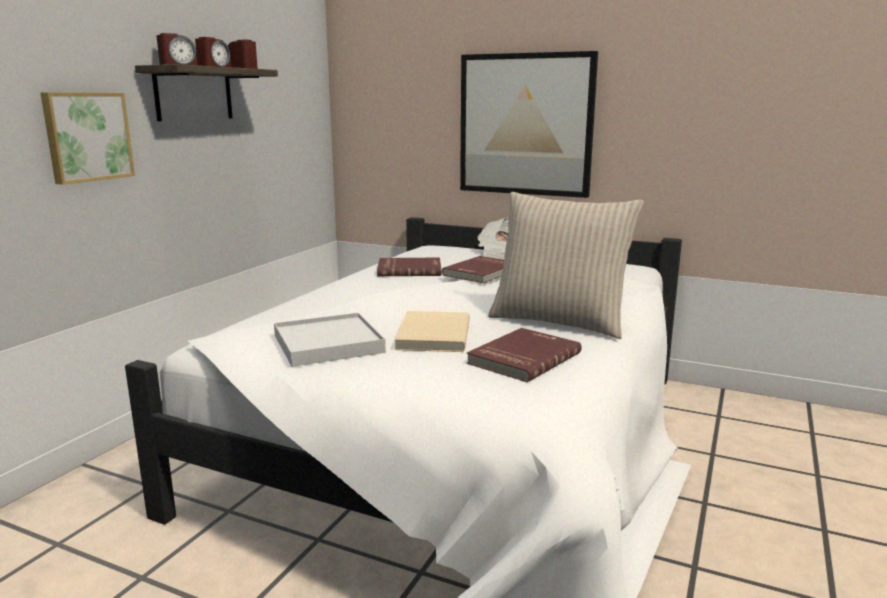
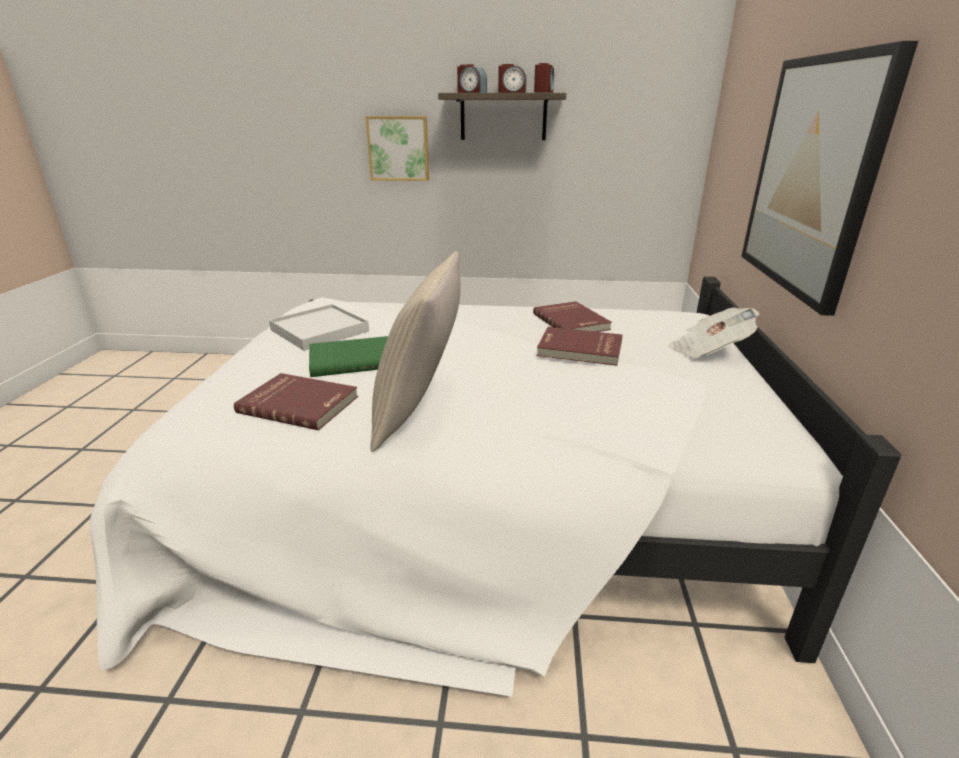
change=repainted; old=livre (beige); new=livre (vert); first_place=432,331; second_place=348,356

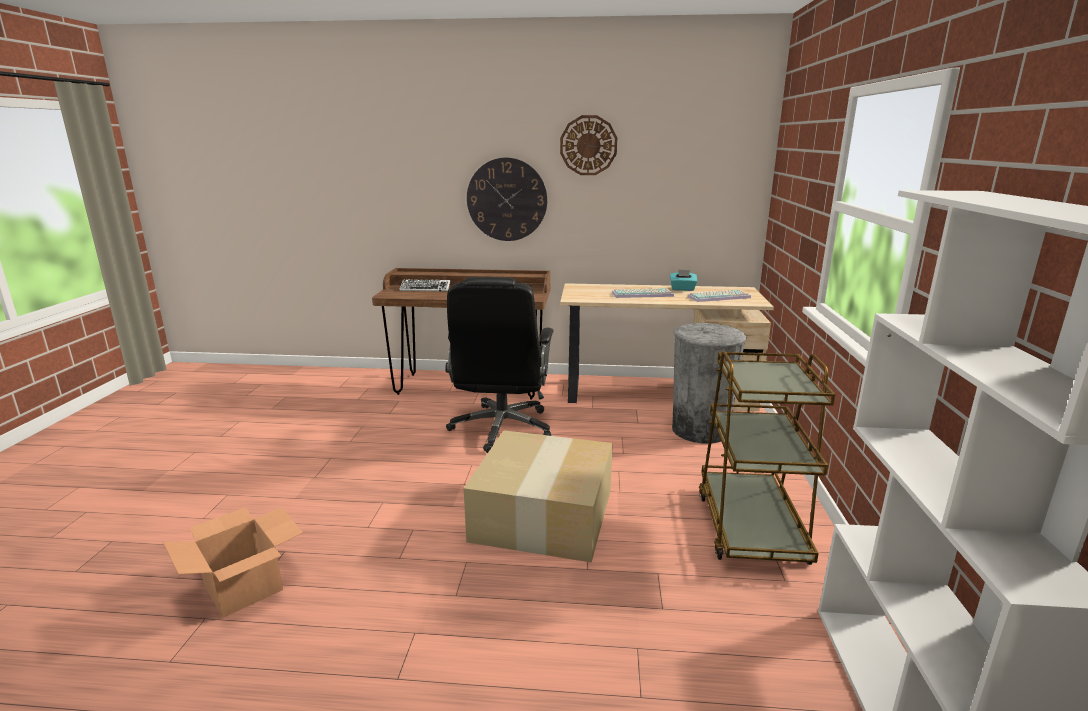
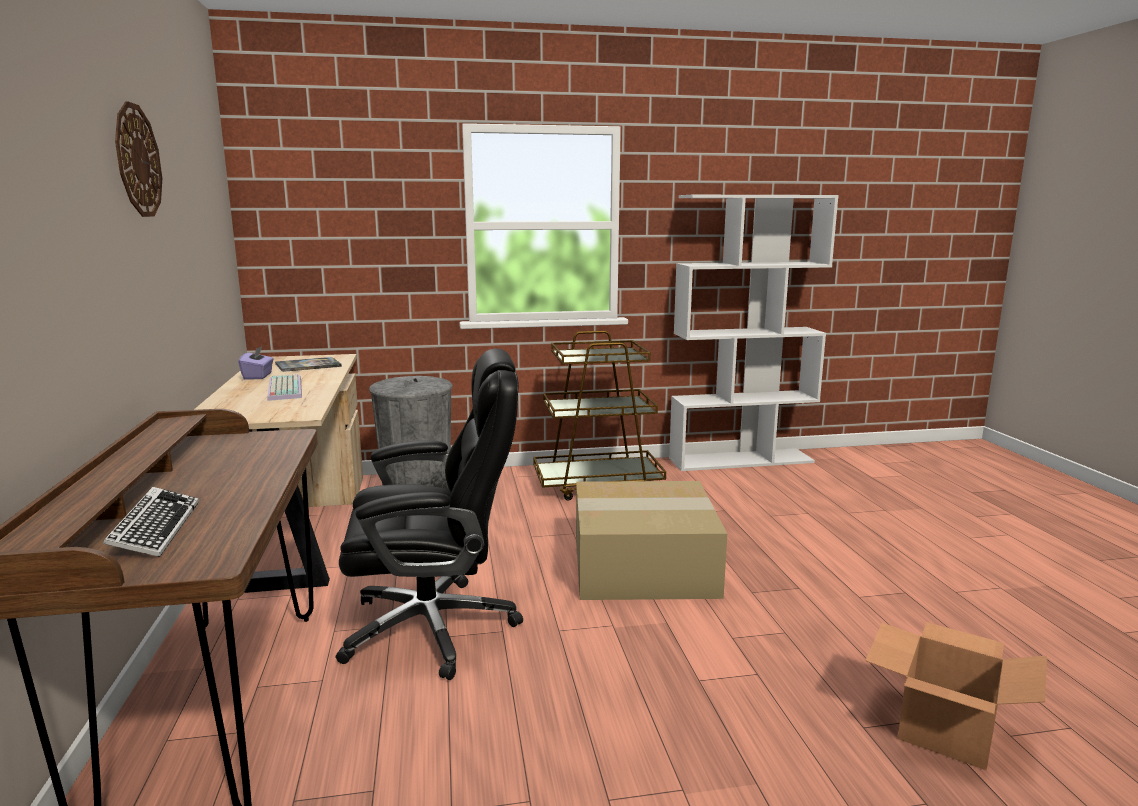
change=gone; old=horloge murale; first_place=507,199
change=swapped; old=clavier; new=livre; first_place=719,296; second_place=308,364
change=repainted; old=boîte à mouchoirs (turquoise); new=boîte à mouchoirs (violet); first_place=683,280; second_place=256,363

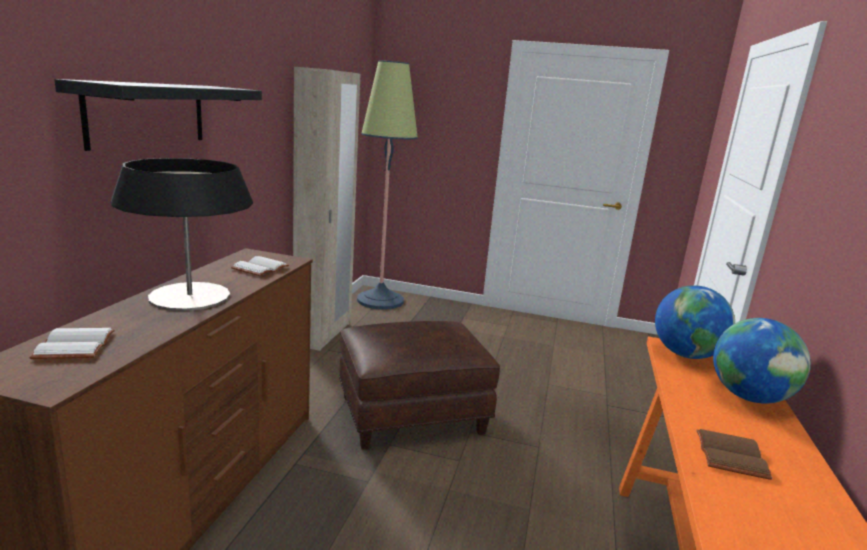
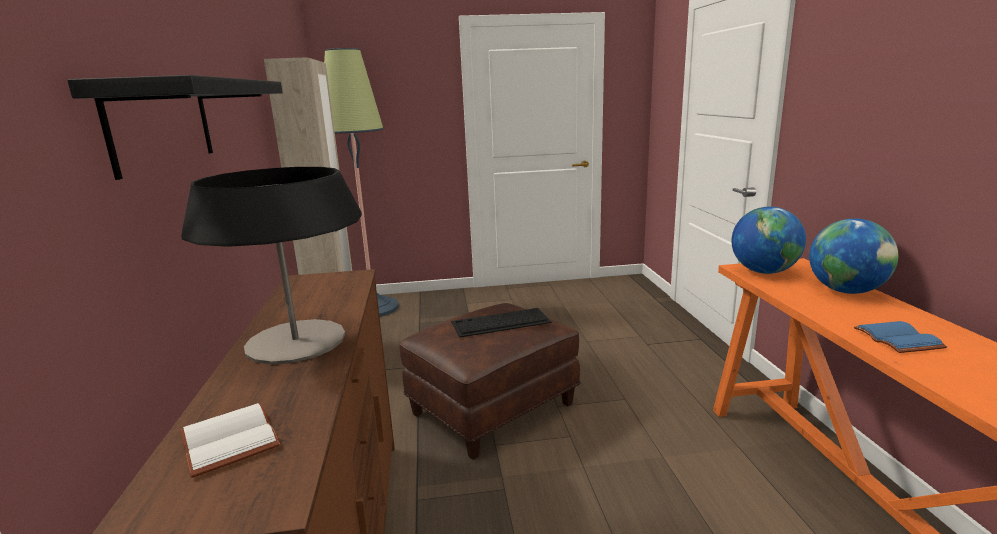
change=gone; old=livre (blanc); first_place=260,266
change=new; new=clavier; second_place=501,323
change=repainted; old=livre (marron); new=livre (bleu); first_place=734,454; second_place=900,337

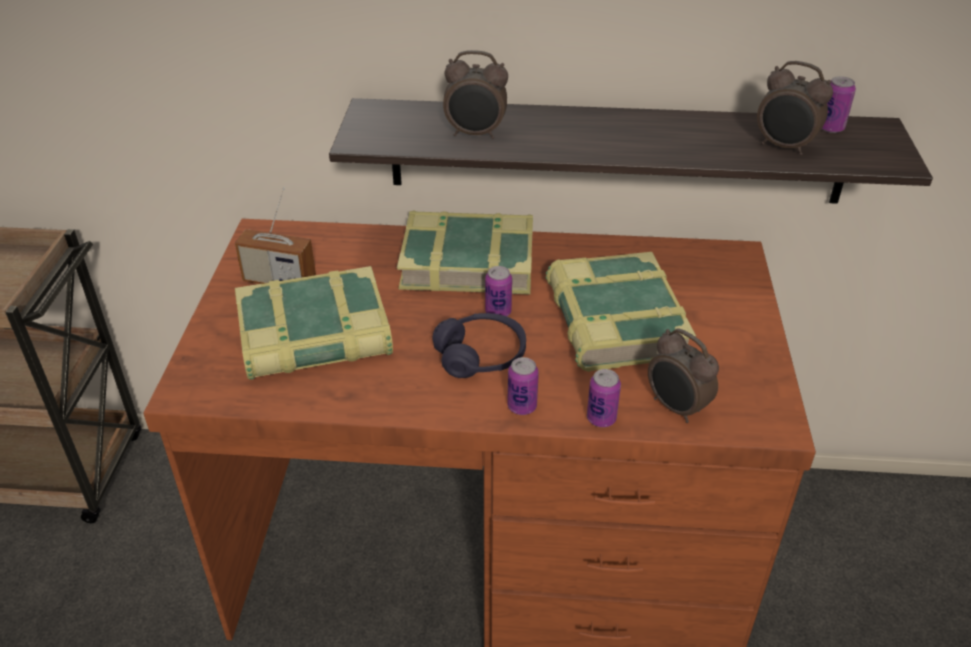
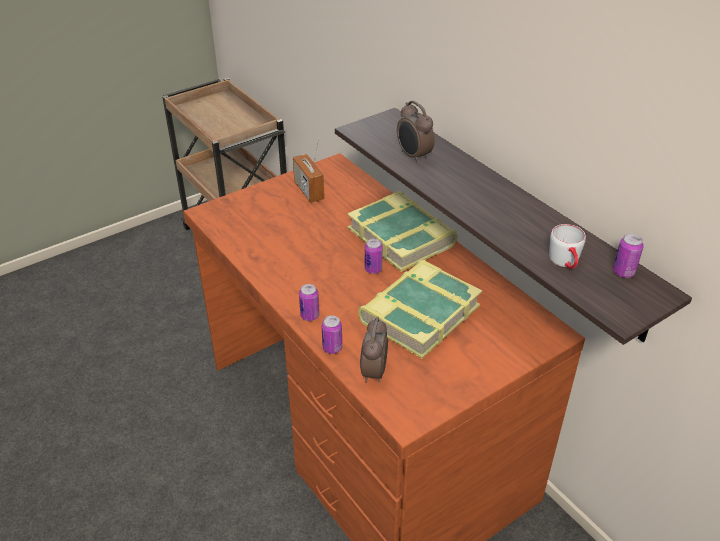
change=gone; old=livre; first_place=314,323
change=gone; old=casque audio (violet); first_place=479,345
change=swapped; old=réveil; new=mug (gris); first_place=795,108; second_place=567,246

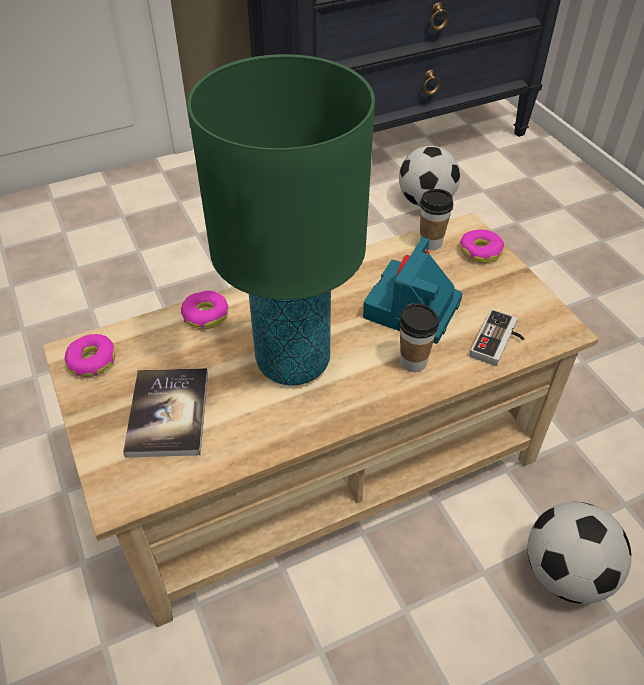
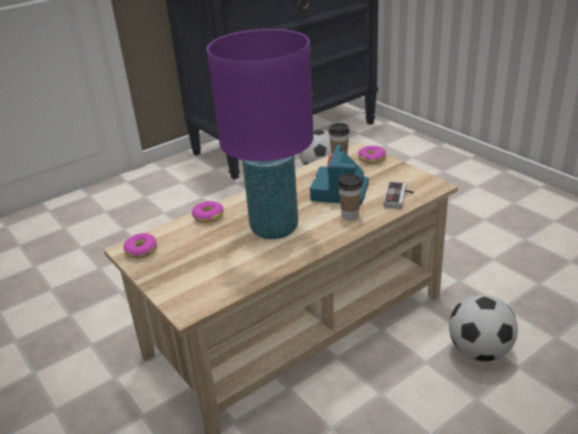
change=gone; old=livre; first_place=165,413
change=repainted; old=lampe de table (vert); new=lampe de table (violet); first_place=281,219; second_place=260,134

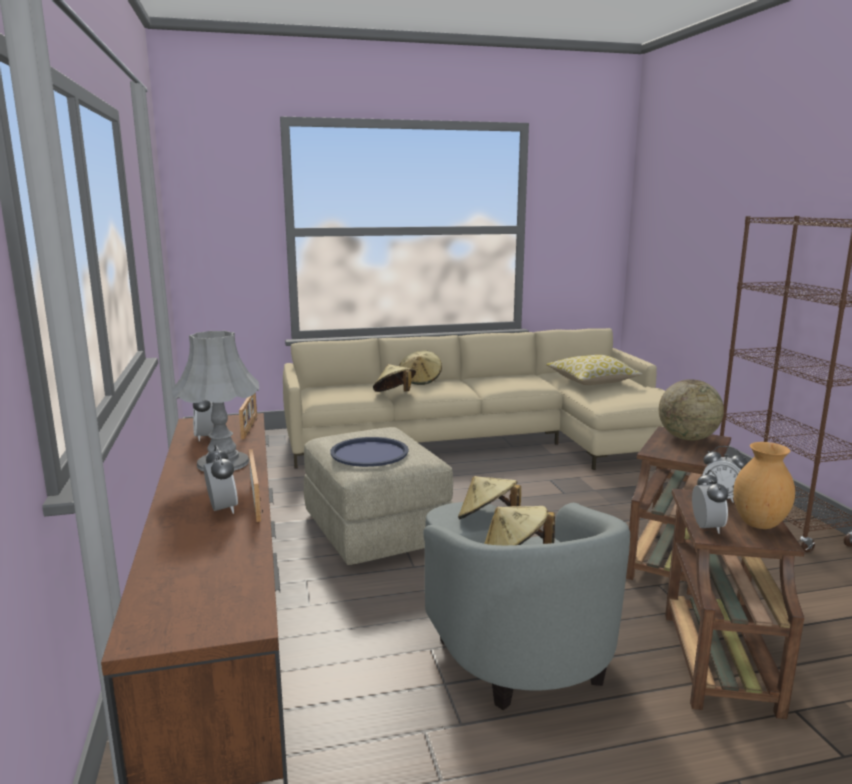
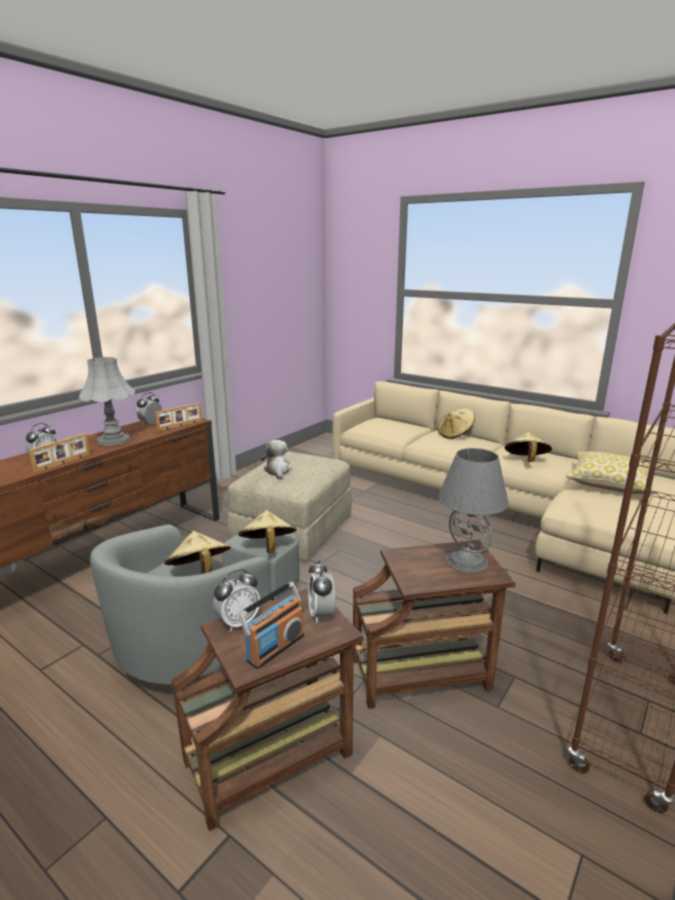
change=shifted; old=chapeau (beige); first_place=394,378; second_place=528,447
change=swapped; old=plateau (bleu); new=peluche; first_place=369,452; second_place=276,460
change=swapped; old=globe; new=lampe de table (gris); first_place=691,410; second_place=473,510
change=swapped; old=vase (marron); new=radio; first_place=764,485; second_place=271,625

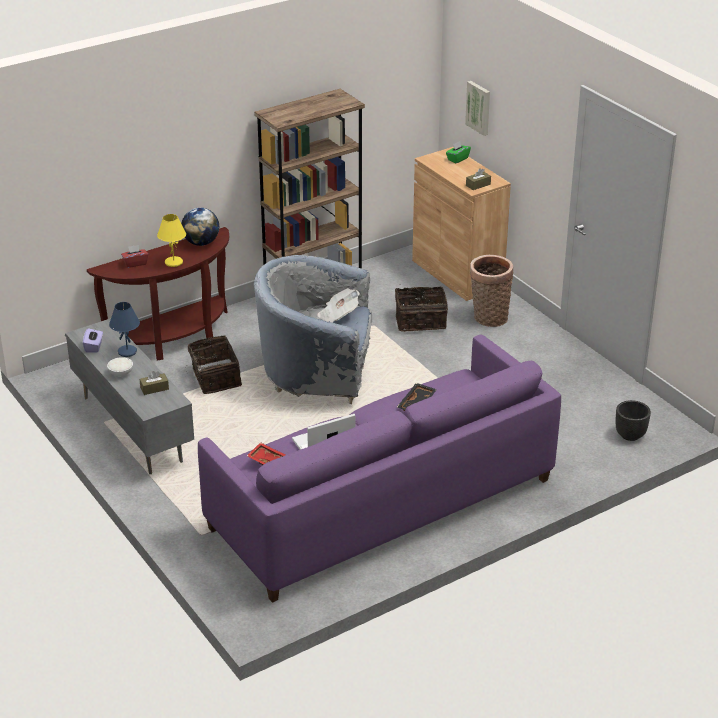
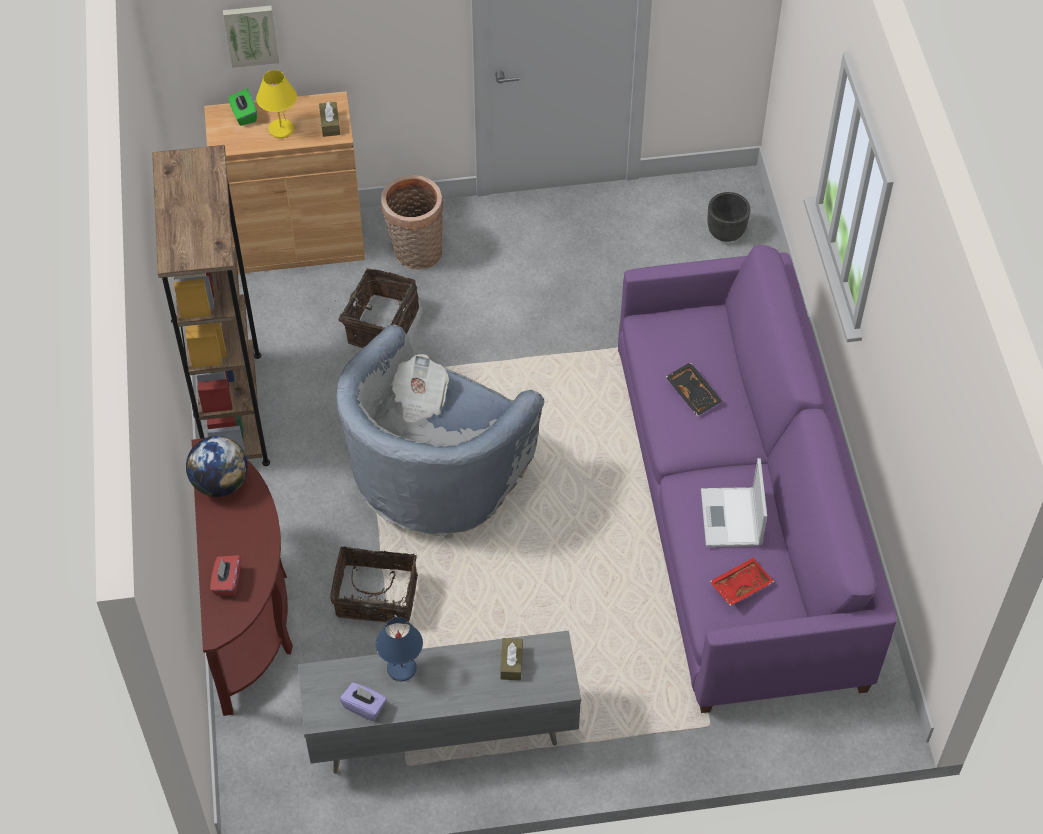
change=gone; old=bol (blanc); first_place=120,367
change=shifted; old=lampe de table (jaune); first_place=171,240; second_place=276,104

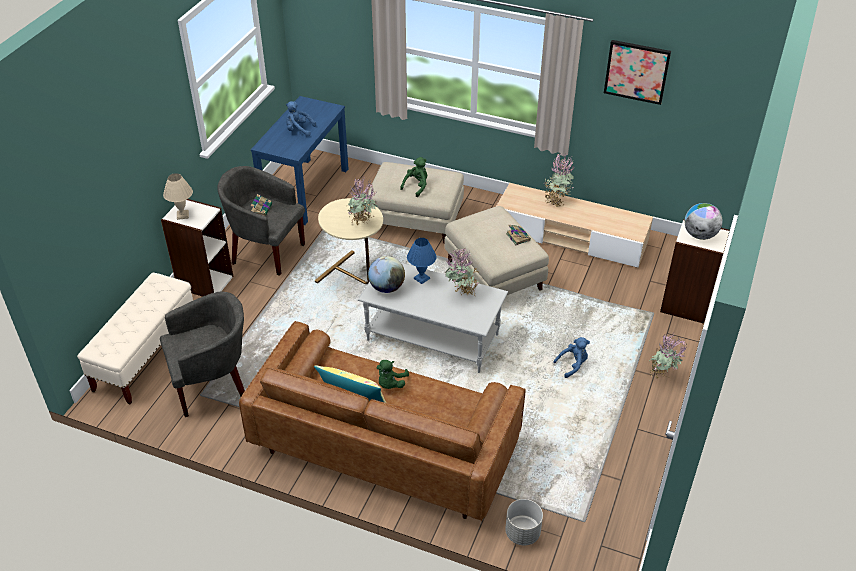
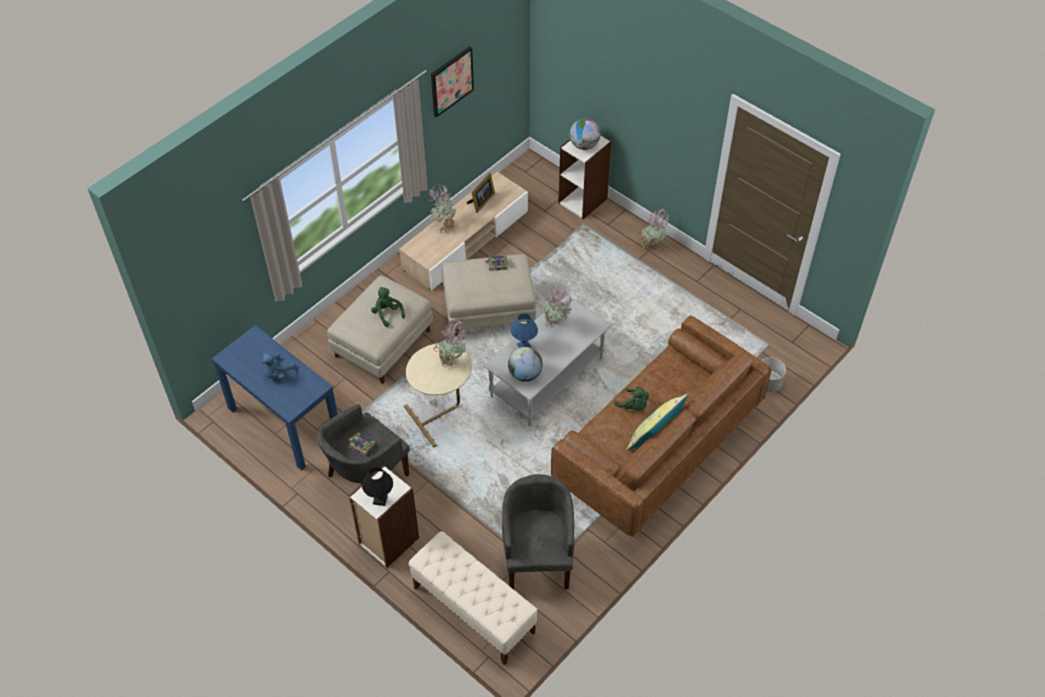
change=gone; old=peluche (bleu); first_place=571,357
change=new; new=cadre photo; second_place=481,193
change=repainted; old=lampe de table (beige); new=lampe de table (noir); first_place=178,196; second_place=377,486

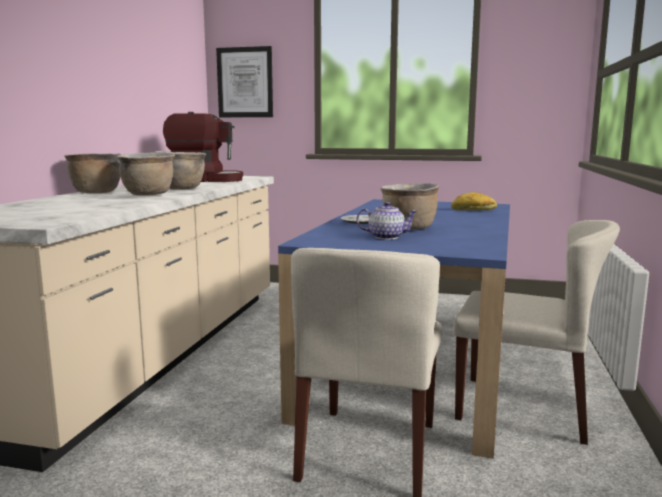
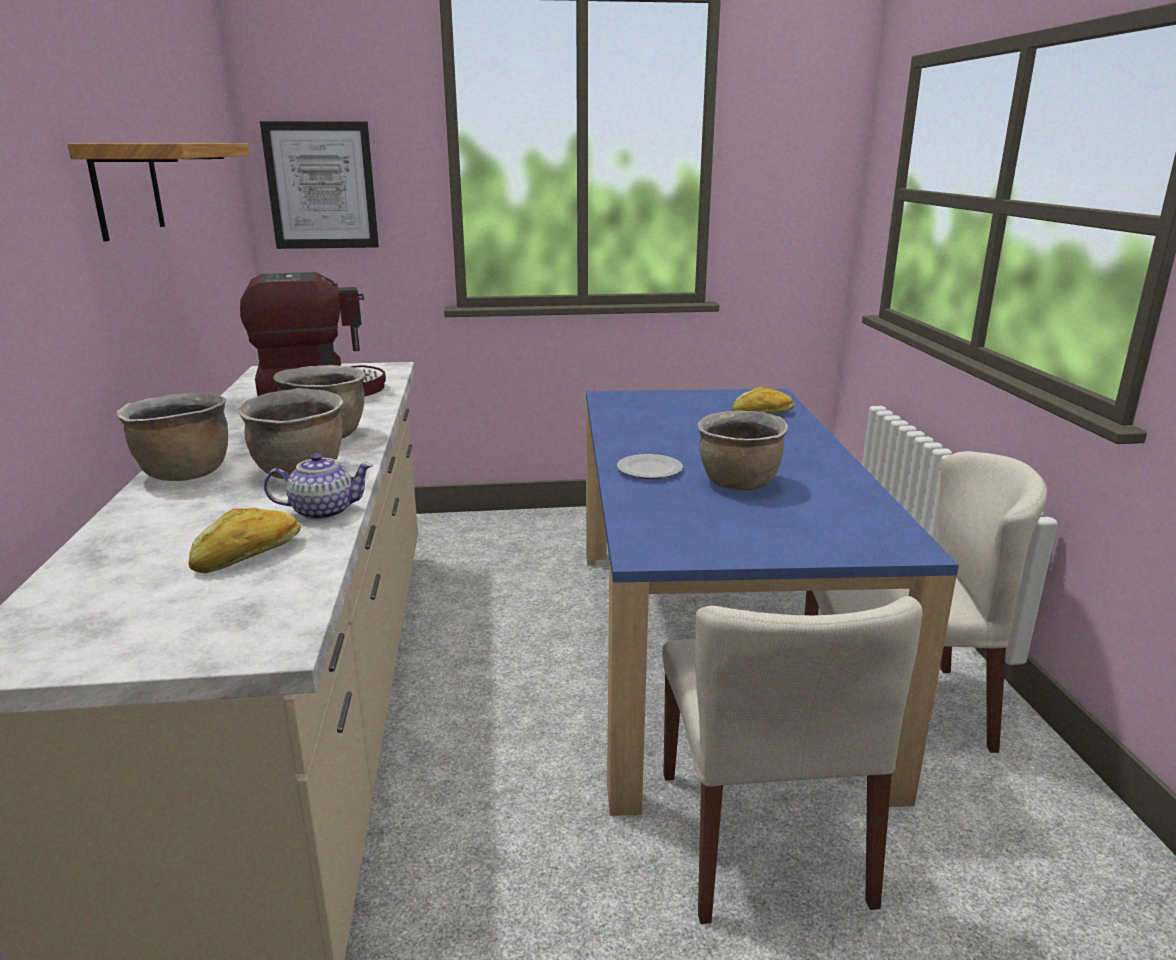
change=new; new=étagère; second_place=158,192
change=new; new=pain; second_place=245,540
change=shifted; old=théière; first_place=387,221; second_place=318,486

